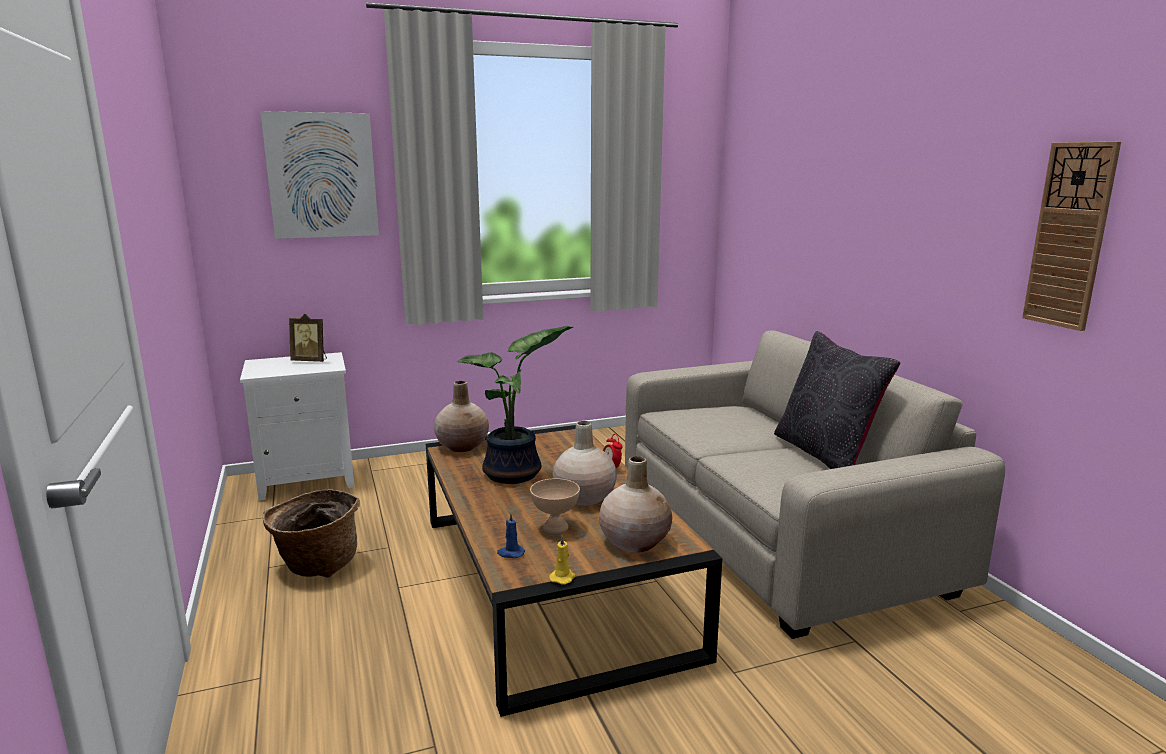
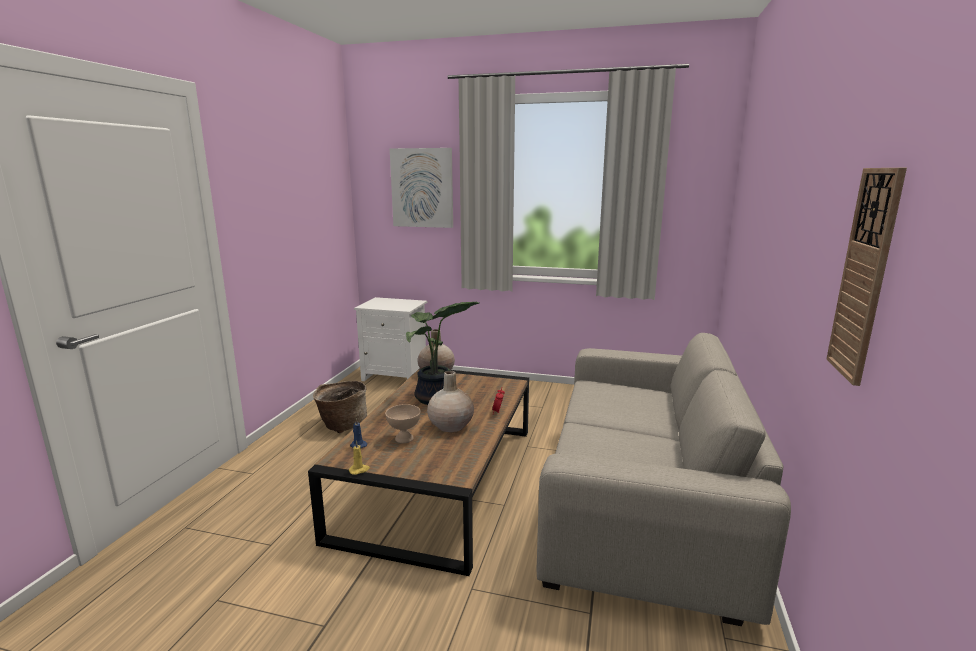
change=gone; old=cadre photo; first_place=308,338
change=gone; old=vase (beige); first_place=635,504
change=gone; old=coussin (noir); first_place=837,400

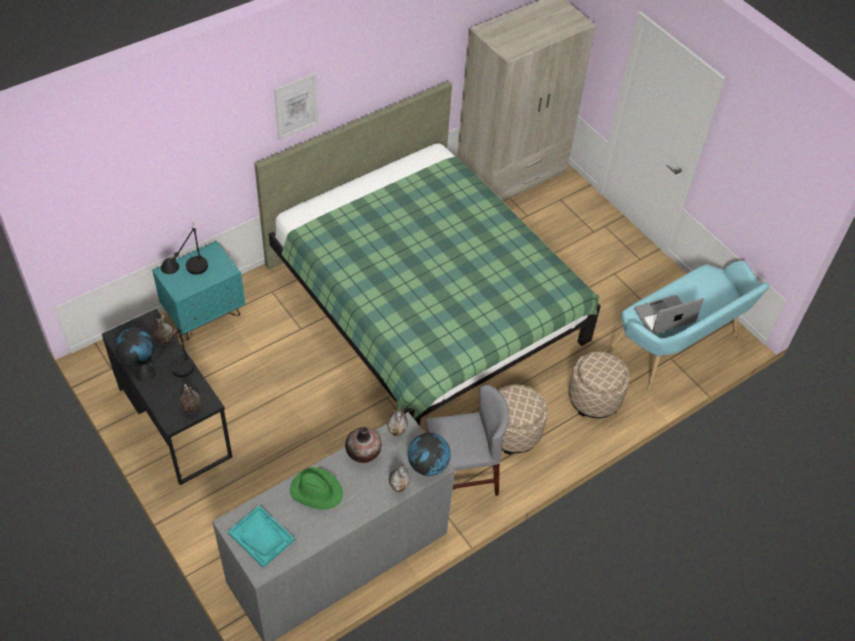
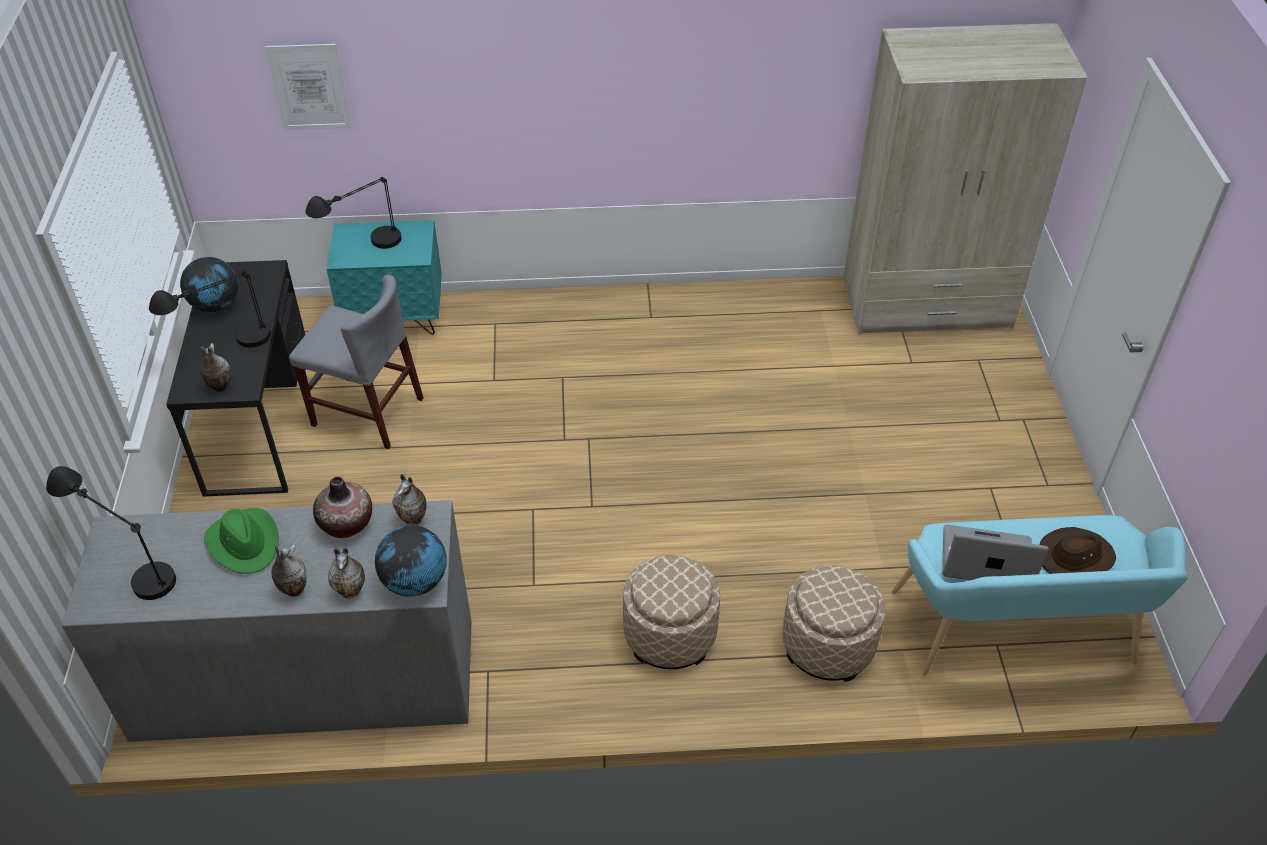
change=gone; old=lit (vert); first_place=427,253
change=new; new=chapeau (marron); second_place=1077,550
change=shifted; old=vase; first_place=163,330; second_place=289,570
change=shifted; old=tableau; first_place=296,106; second_place=308,87
change=shifted; old=chaise (gris); first_place=467,440; second_place=356,362
change=swapped; old=plateau (turquoise); new=lampe de table (noir); first_place=261,536; second_place=111,533

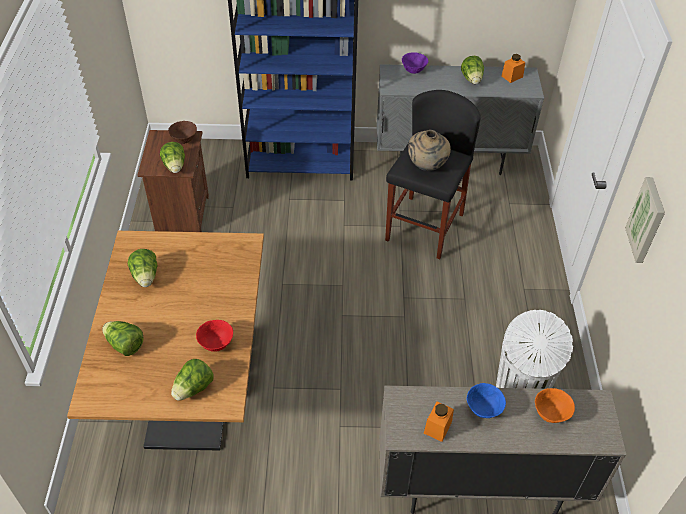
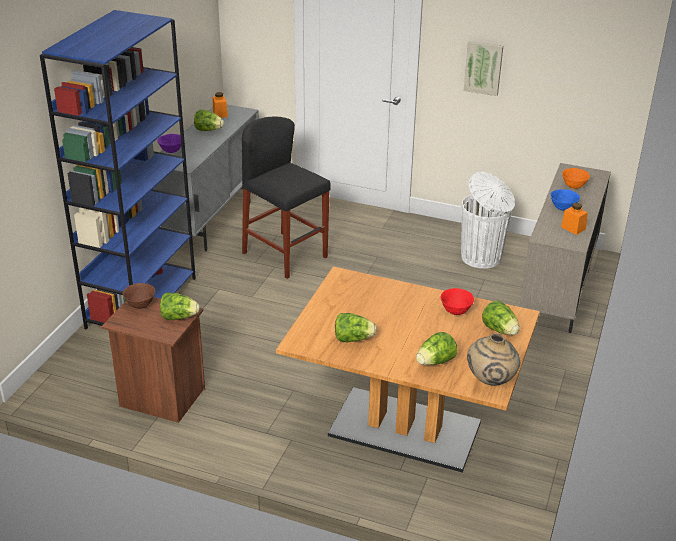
change=shifted; old=vase (beige); first_place=429,150; second_place=493,359

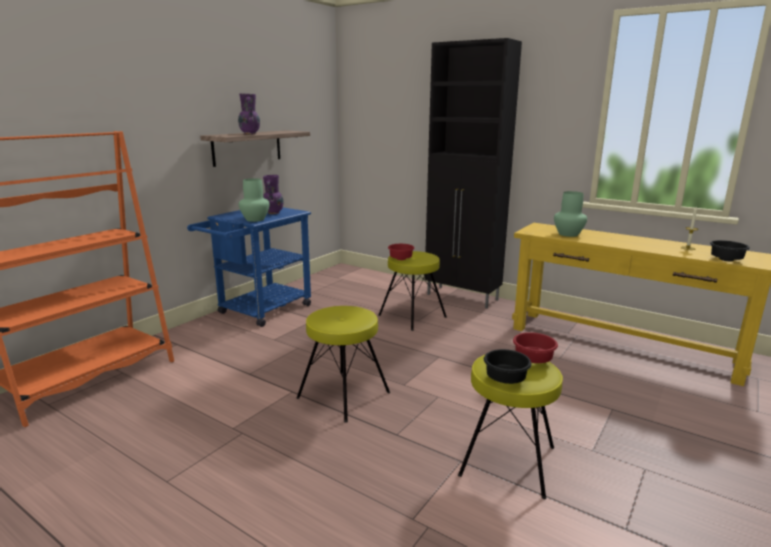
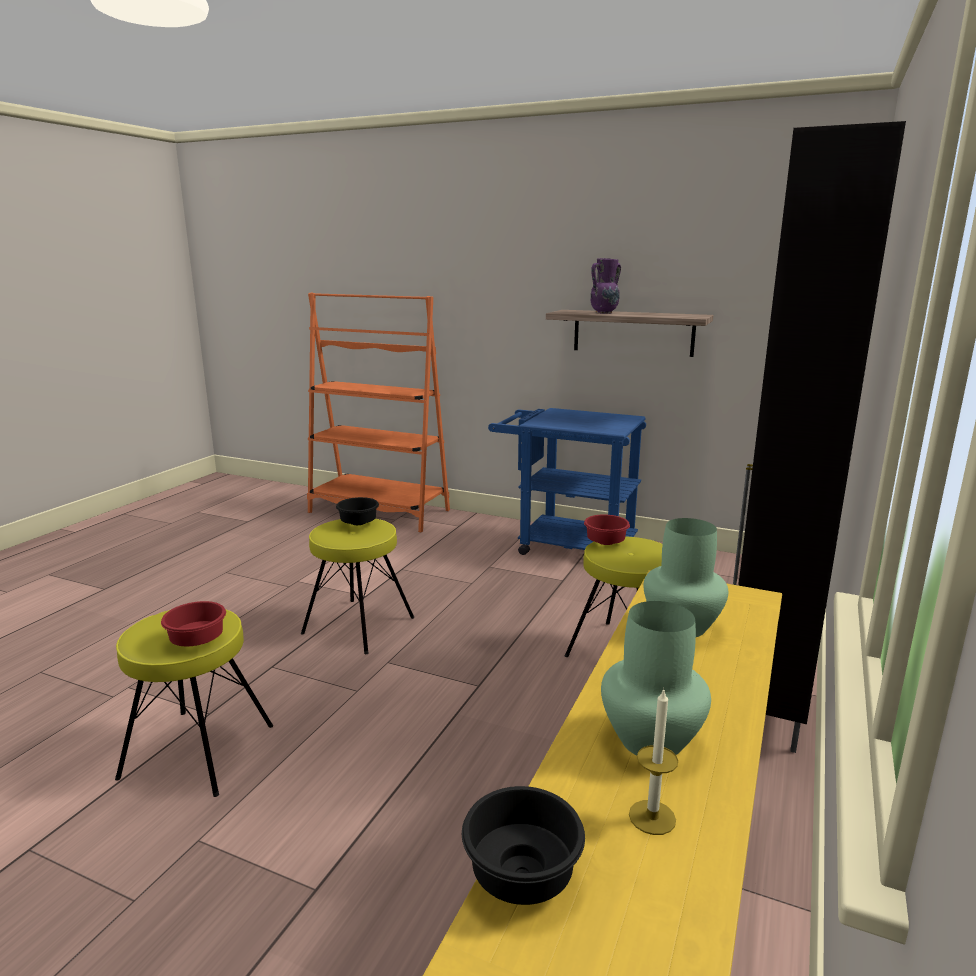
change=gone; old=vase (violet); first_place=273,194
change=shifted; old=vase (vert); first_place=254,200; second_place=656,678
change=shifted; old=bol (noir); first_place=507,366; second_place=357,511

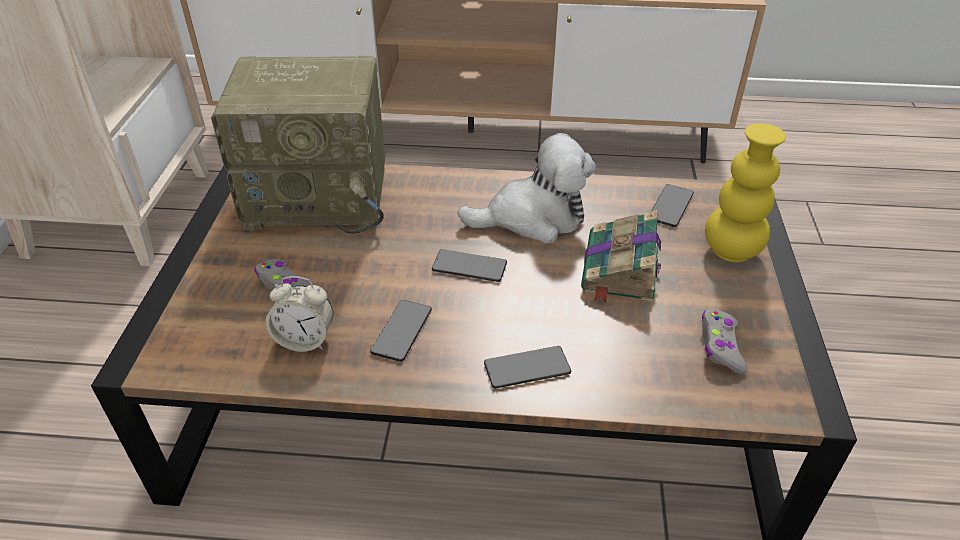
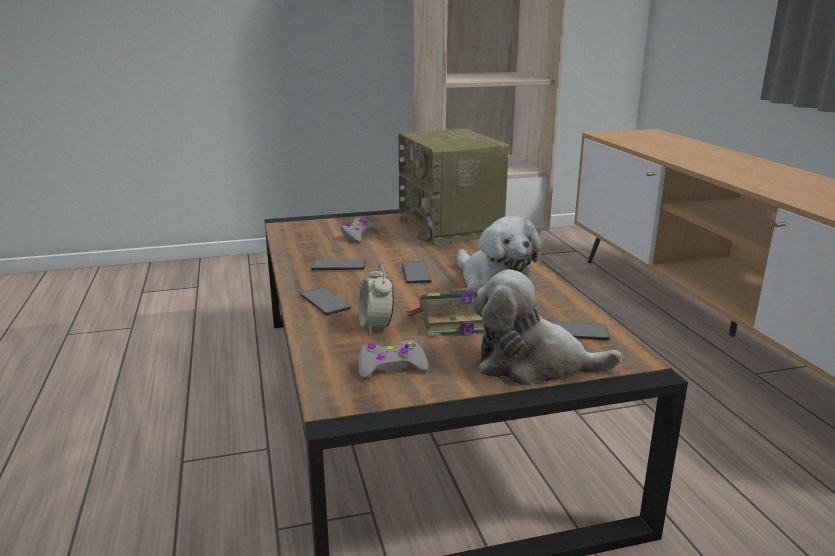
change=shifted; old=réveil; first_place=299,314; second_place=376,299
change=swapped; old=vase (jaune); new=peluche; first_place=745,192; second_place=547,327

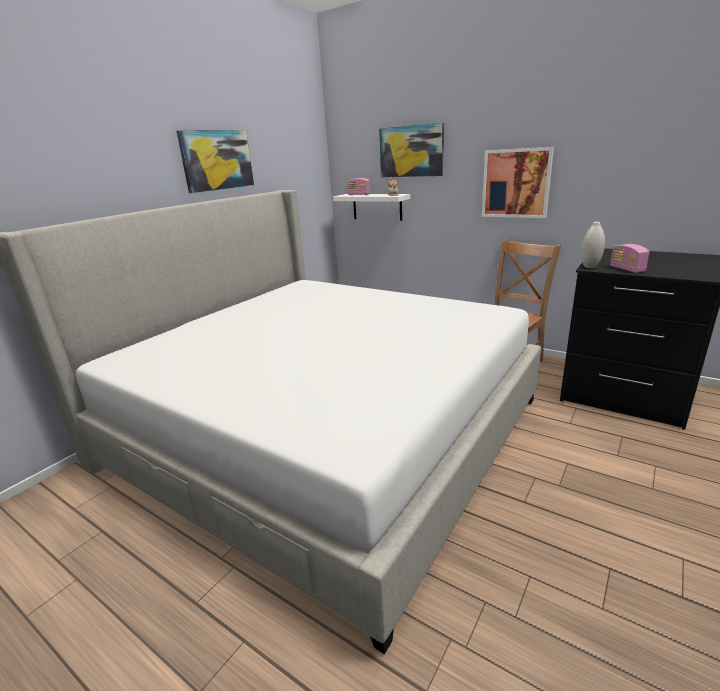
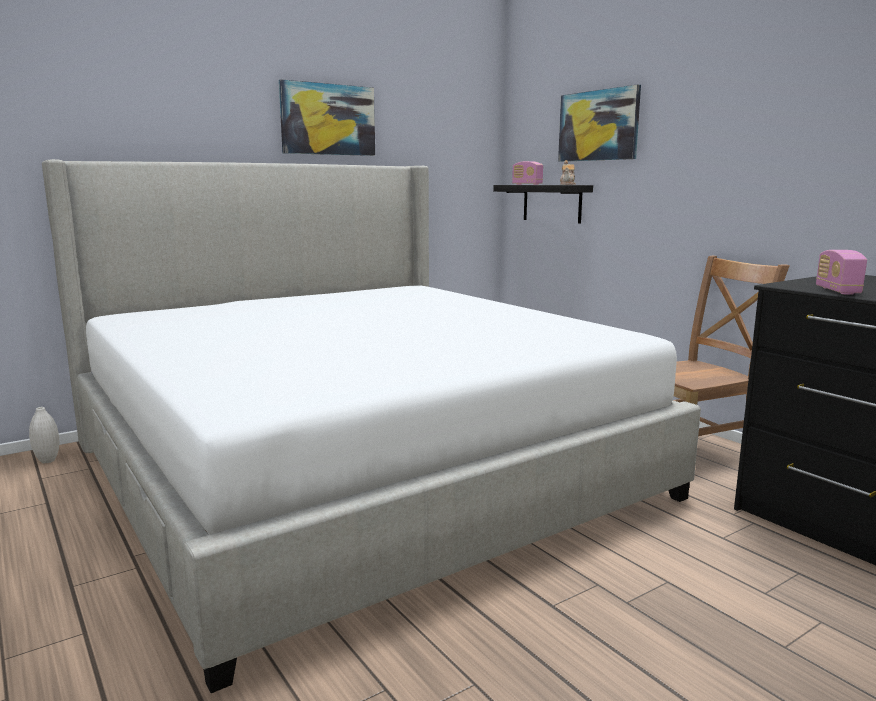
change=gone; old=tableau; first_place=518,182
change=shifted; old=vase (blanc); first_place=593,245; second_place=44,435
change=repainted; old=étagère (blanc); new=étagère (noir); first_place=371,207; second_place=543,204

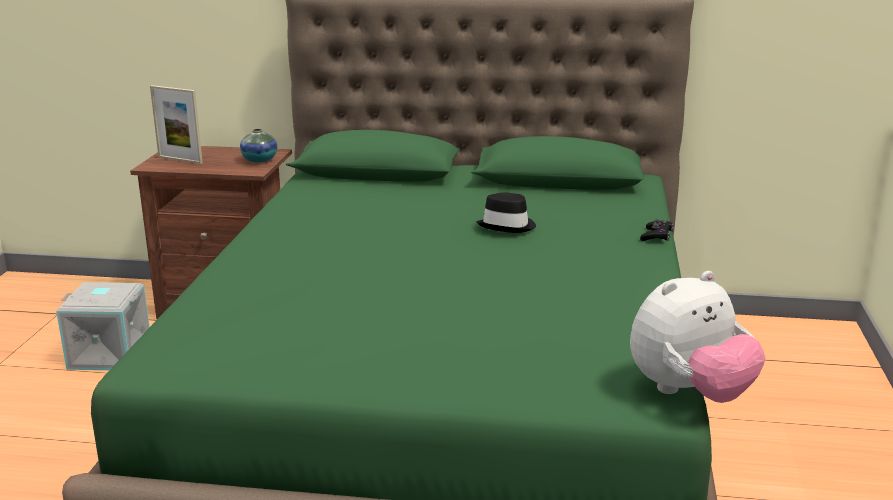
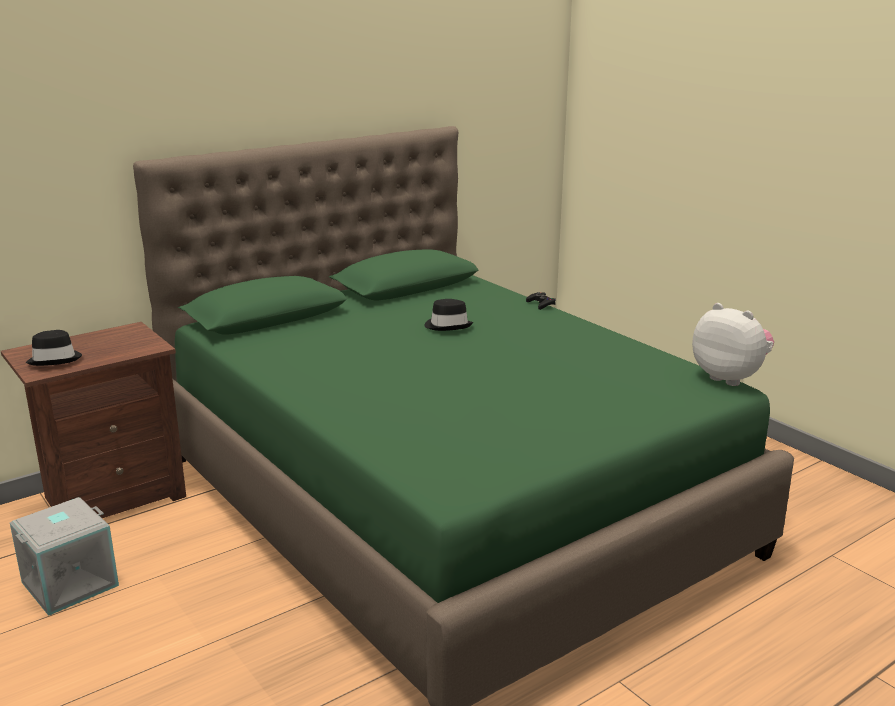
change=gone; old=vase; first_place=258,146
change=swapped; old=cadre photo; new=chapeau (noir); first_place=176,124; second_place=54,348
change=rotated; old=peluche; first_place=698,337; second_place=733,344; degrees=-60

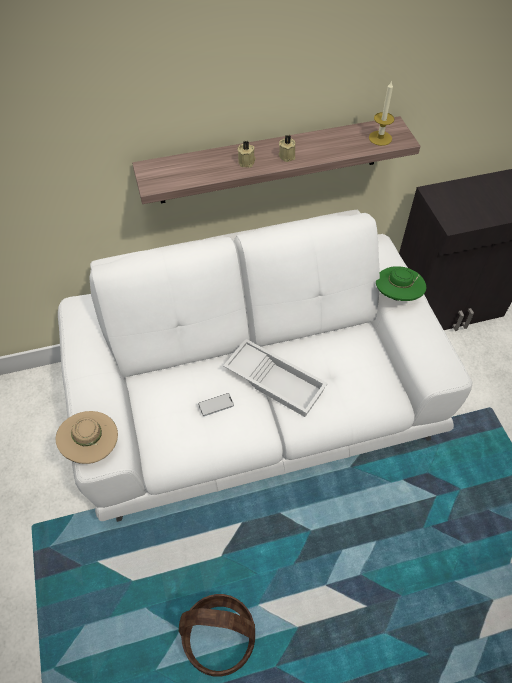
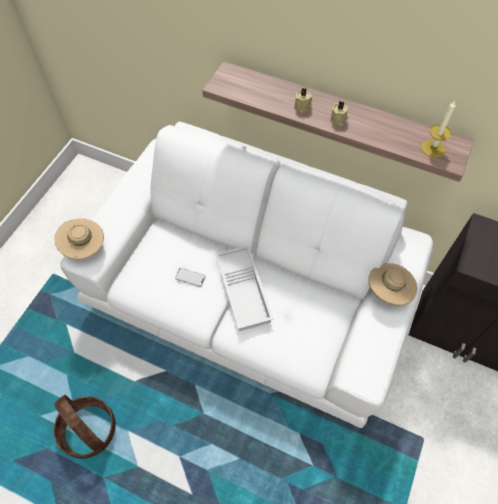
change=repainted; old=chapeau (vert); new=chapeau (beige); first_place=401,283; second_place=392,284

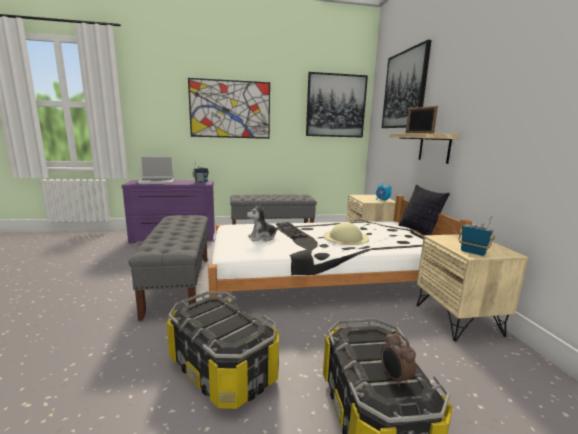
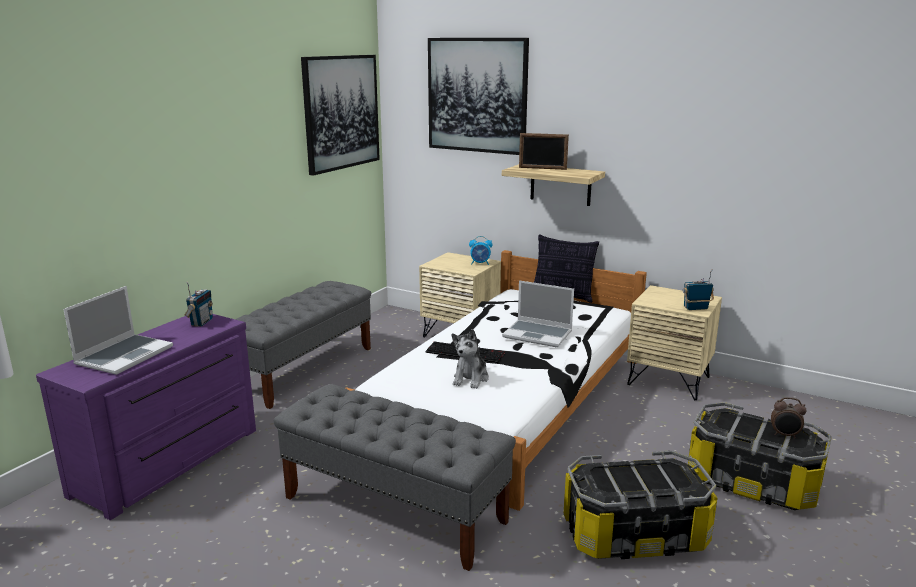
change=gone; old=tableau; first_place=229,108
change=swapped; old=chapeau (beige); new=ordinateur portable; first_place=346,233; second_place=538,314

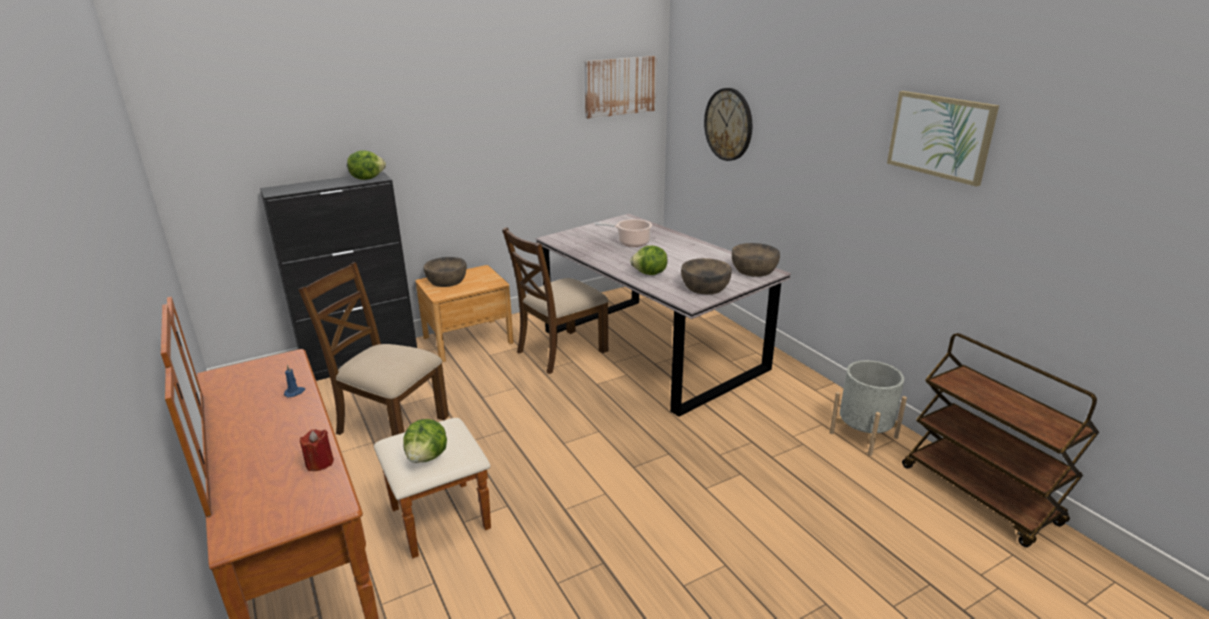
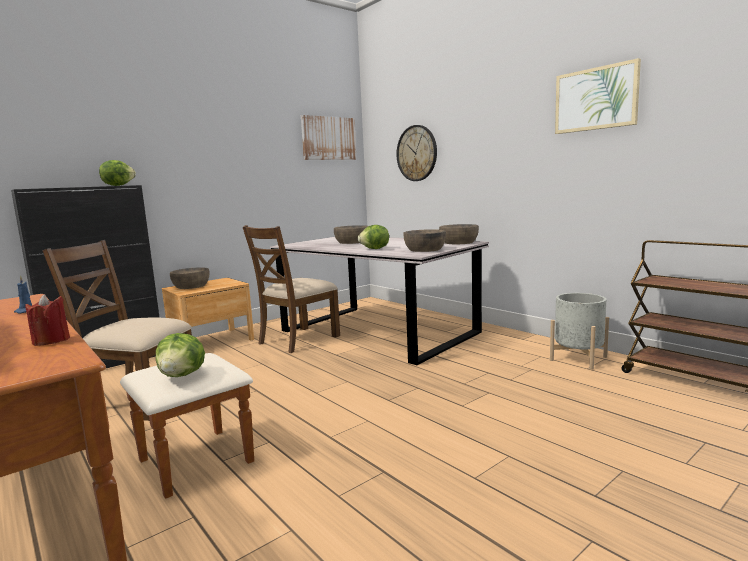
change=swapped; old=marmite; new=bol (marron); first_place=623,233; second_place=351,234

